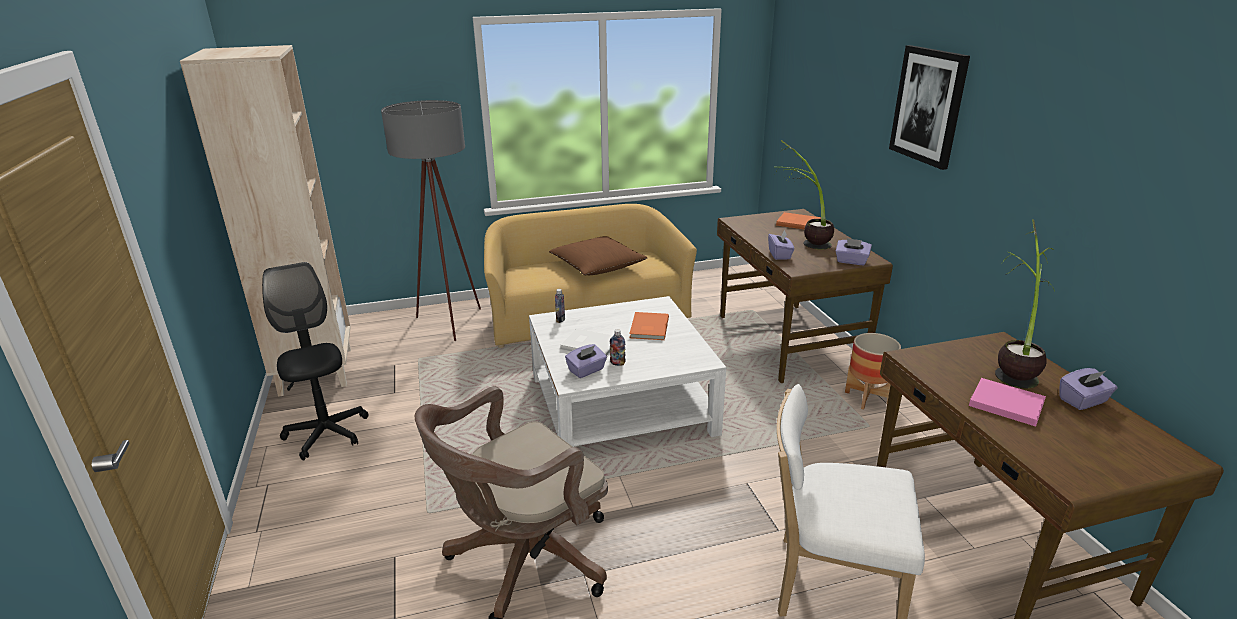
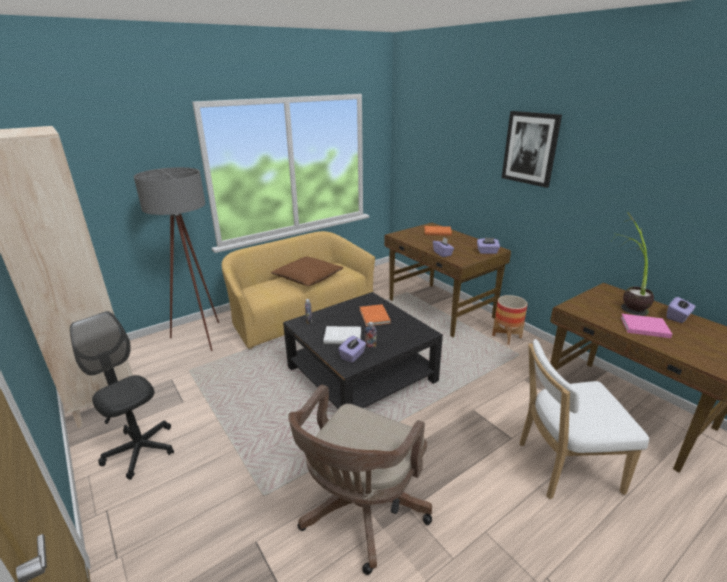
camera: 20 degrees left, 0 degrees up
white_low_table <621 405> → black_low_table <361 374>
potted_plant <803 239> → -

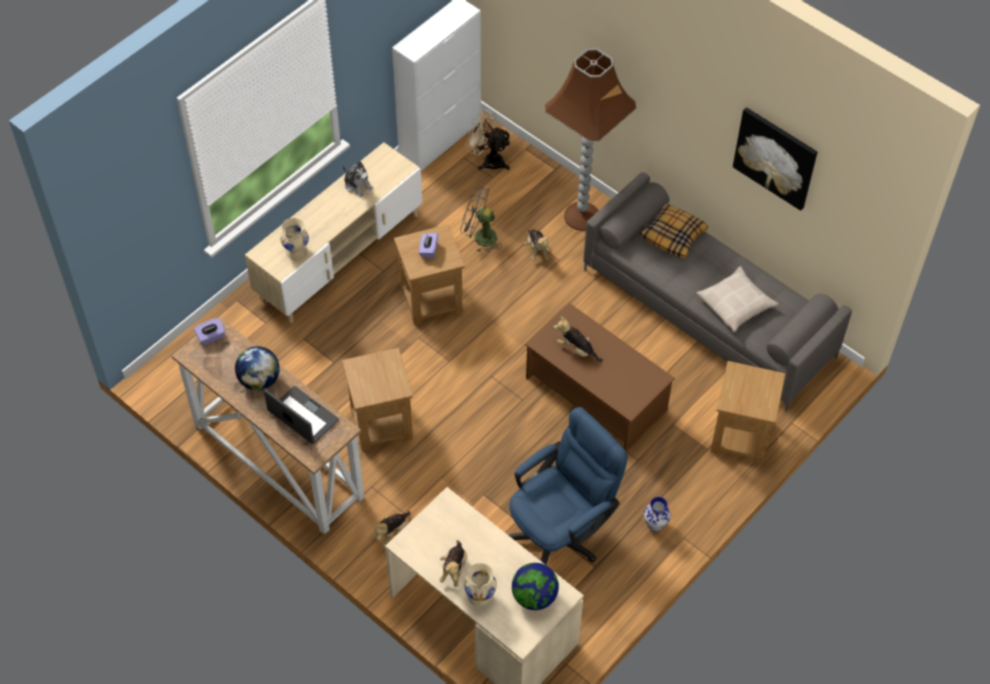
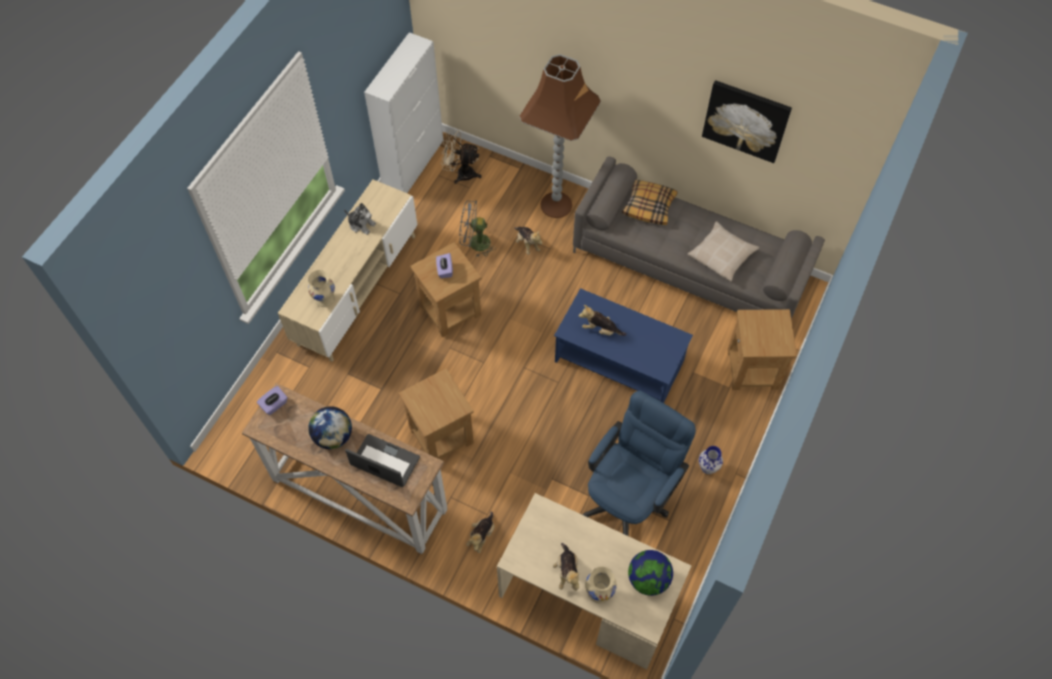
camera: 15 degrees left, 5 degrees up
brown_low_table <597 394> → blue-coloured_low_table <620 361>

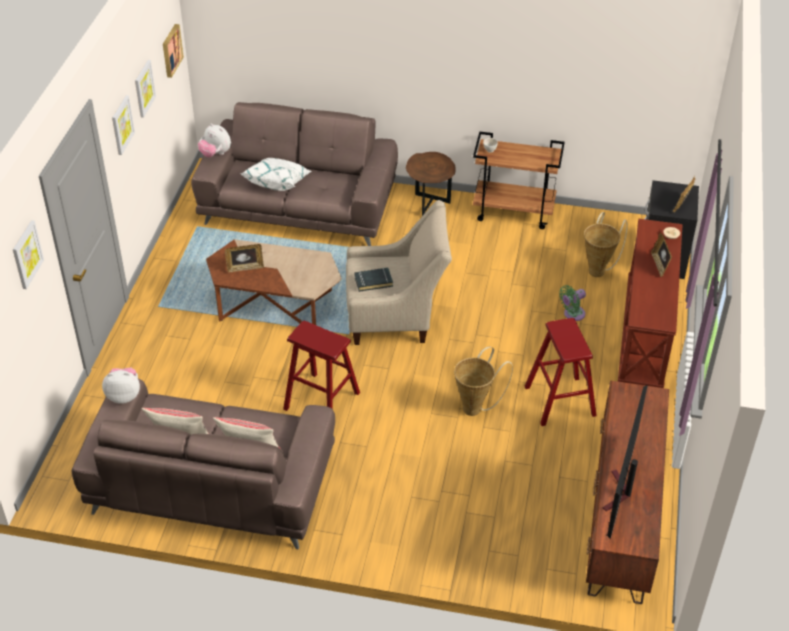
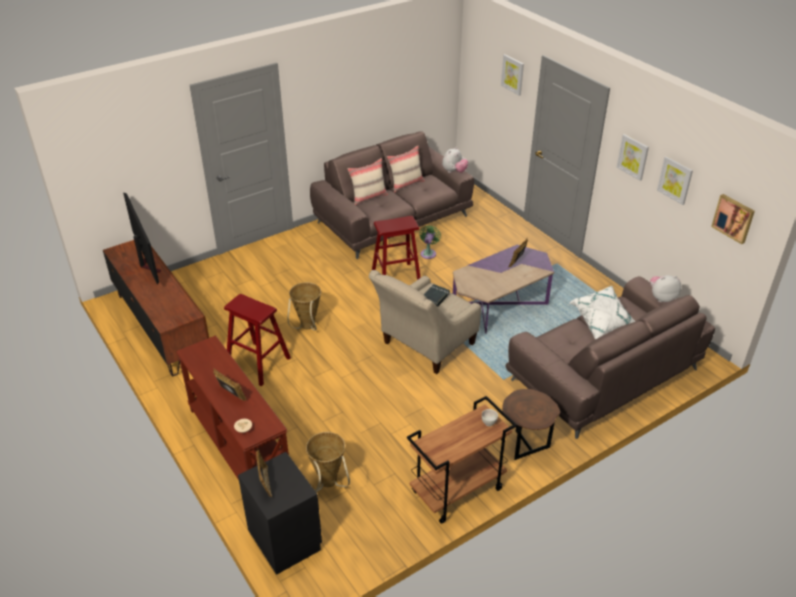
camera: 135 degrees right, 5 degrees down
greenish_cooling_fan <572 314> → greenish_cooling_fan <428 253>, move
brown_low_table <276 305> → purplish_low_table <500 305>

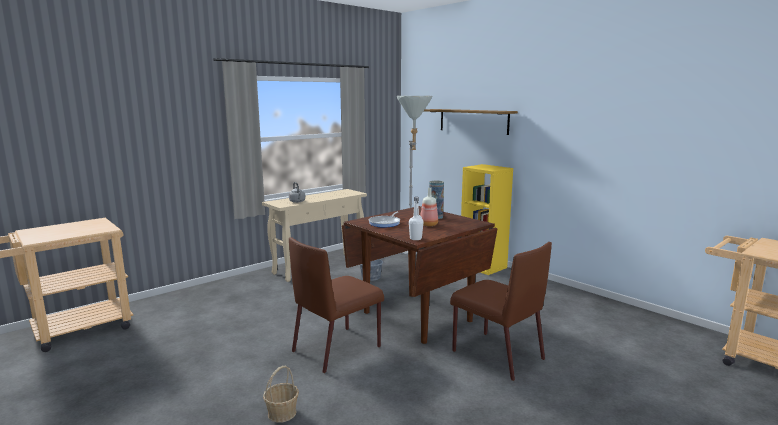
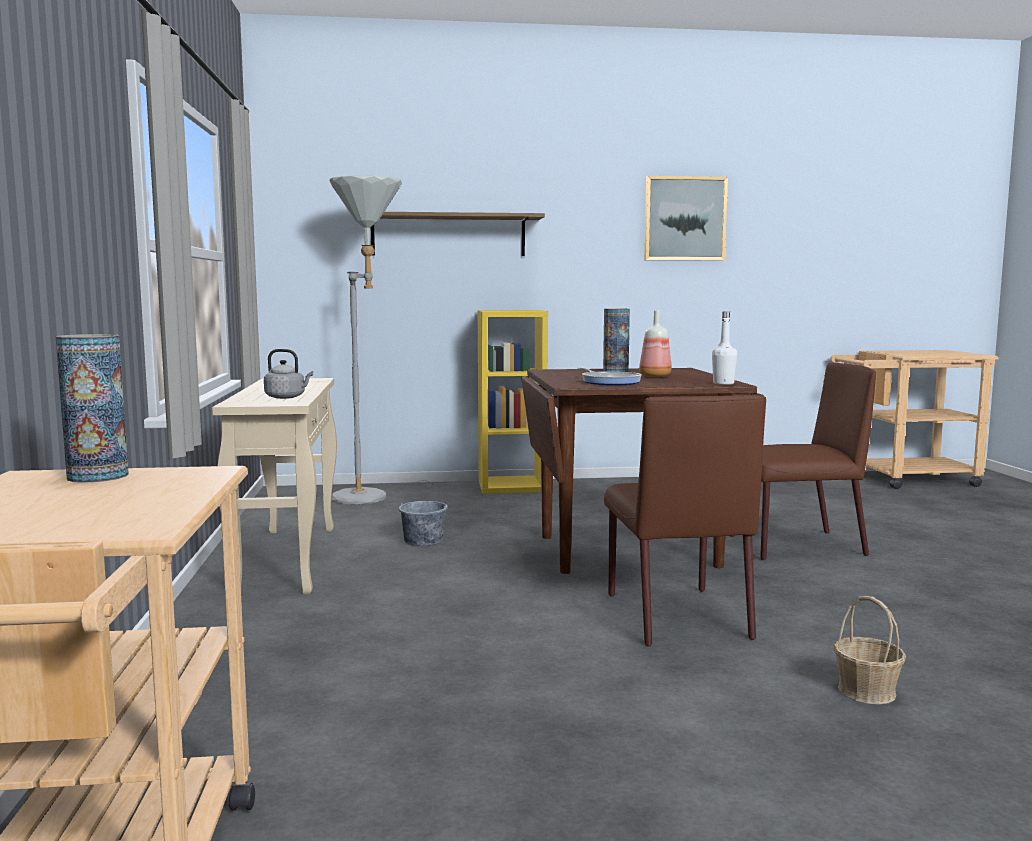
camera: 55 degrees left, 5 degrees down
- → decorative_vase <98 476>
- → wall_art <684 218>

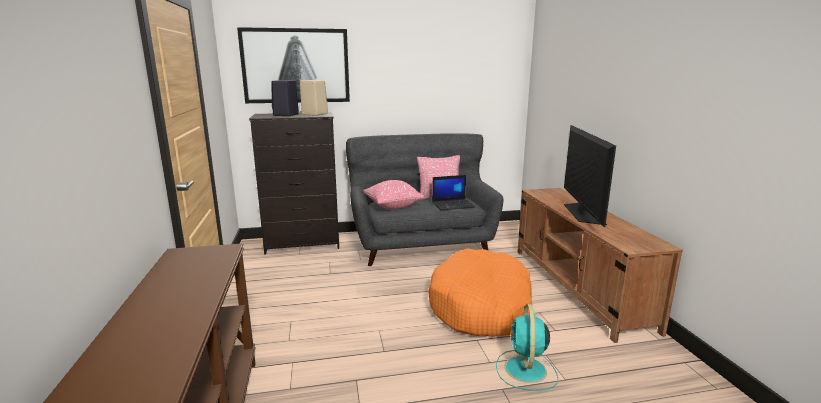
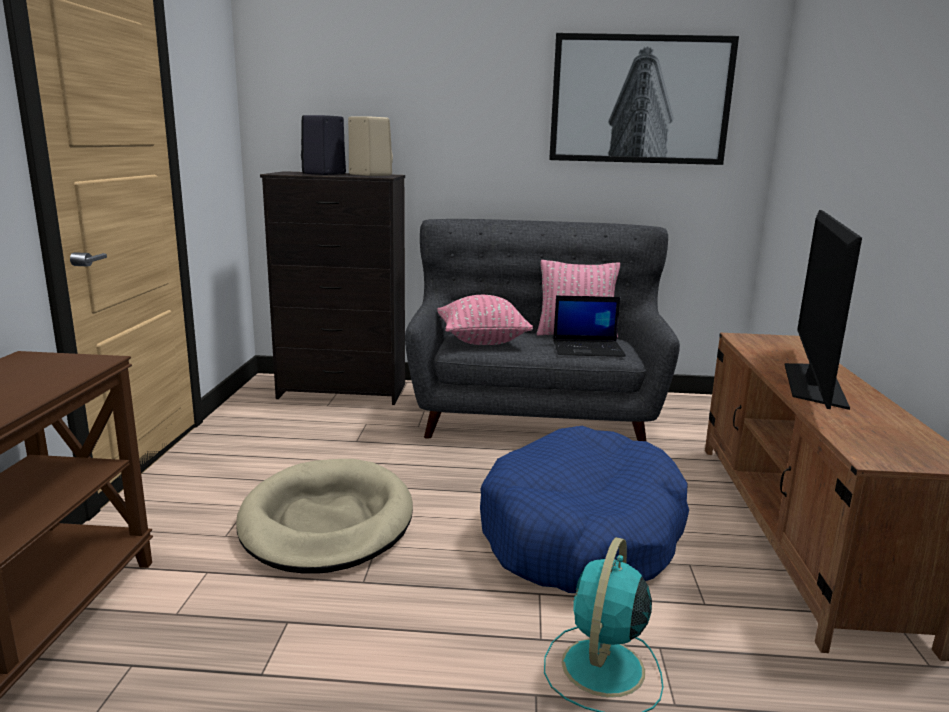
camera: 15 degrees right, 0 degrees up
- → sand-coloured_pet_bed <327 522>
orangey_pet_bed <481 306> → blue-coloured_pet_bed <582 535>
wall_art <296 66> → wall_art <640 100>, move

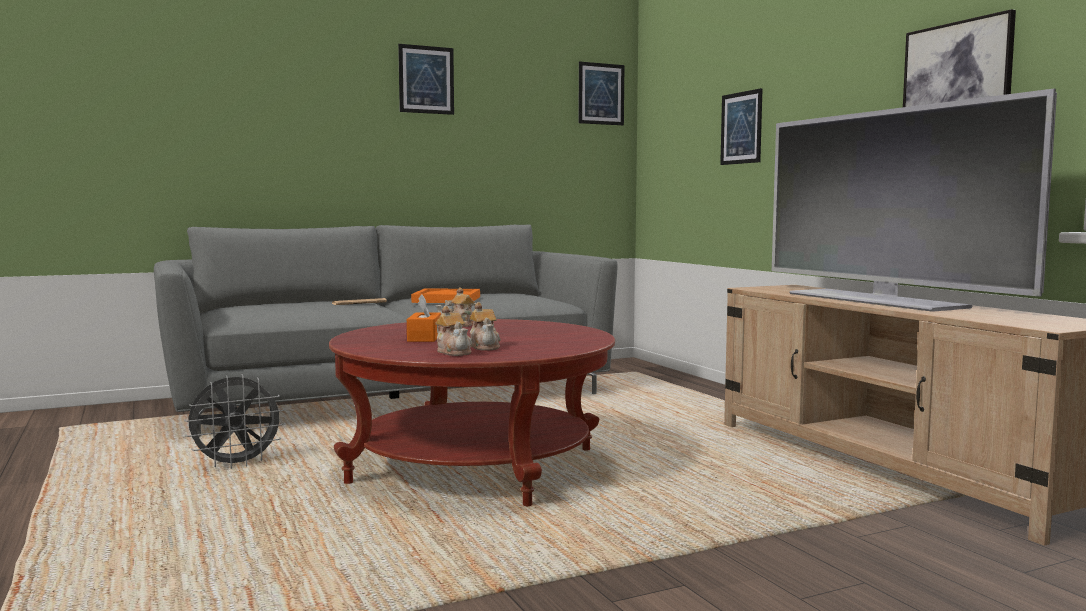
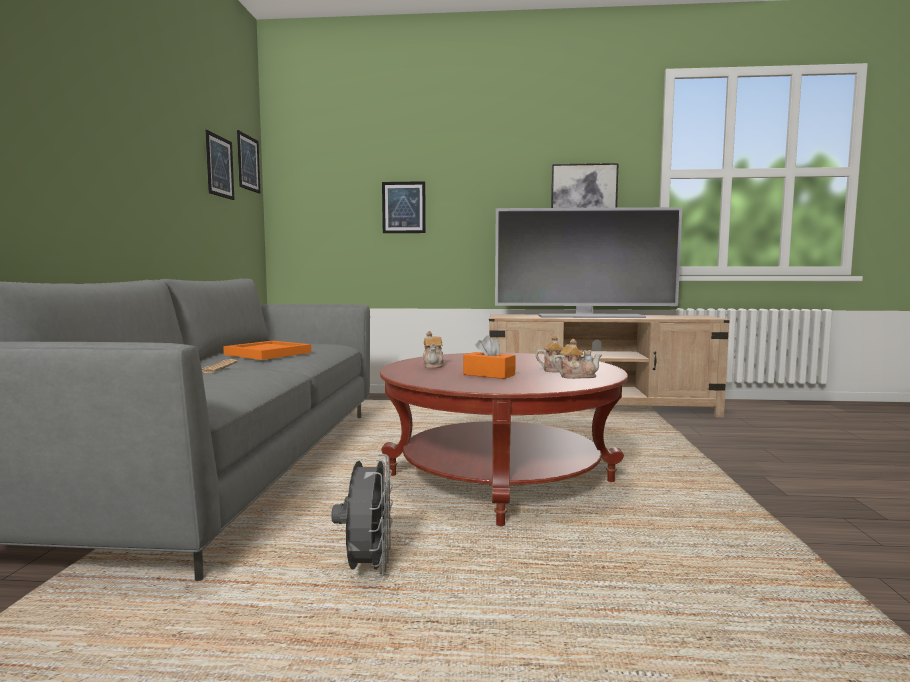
camera: 60 degrees left, 0 degrees up
wall_art <426 79> → wall_art <219 166>, move

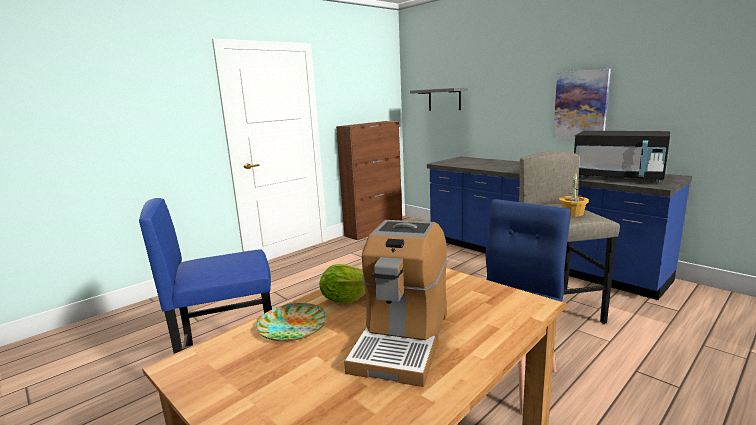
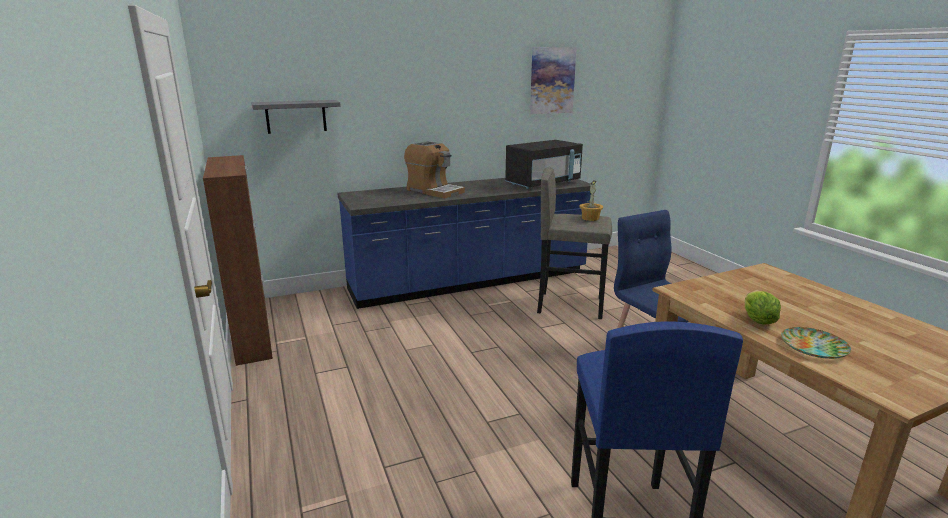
camera: 70 degrees left, 5 degrees up
coffee_brewer <402 339> → coffee_brewer <434 191>, move
wall_art <581 104> → wall_art <552 80>, move

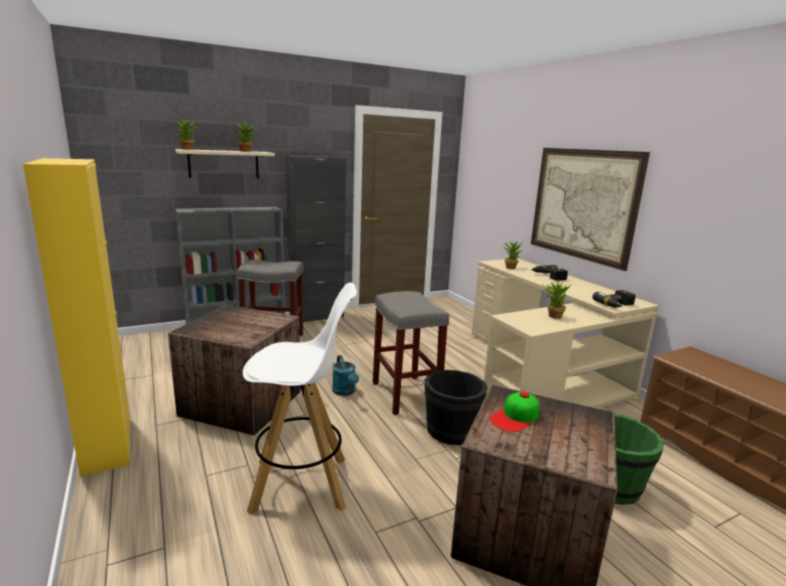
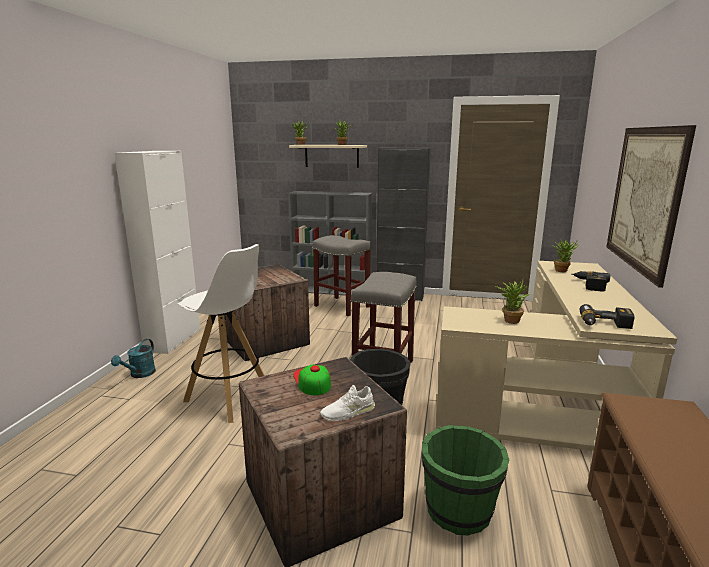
camera: 40 degrees right, 0 degrees up
turquoise_watering_pot <345 392> → turquoise_watering_pot <139 374>, move
yellowish_cupboard <107 444> → white_cupboard <173 340>
cap <515 417> → cap <312 380>, 75 degrees clockwise
- → white_shoe <348 412>

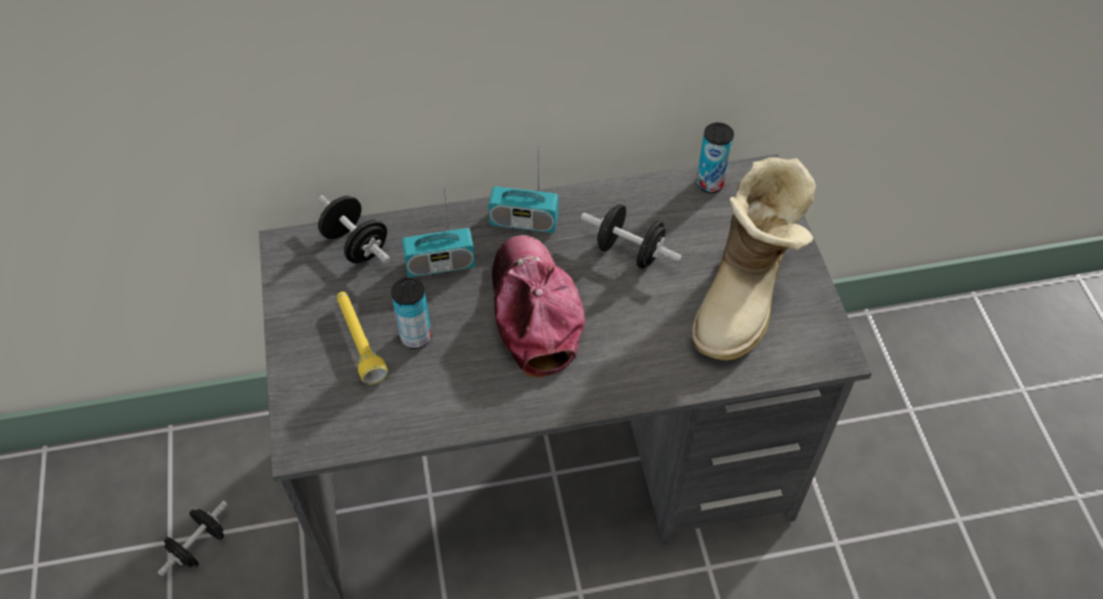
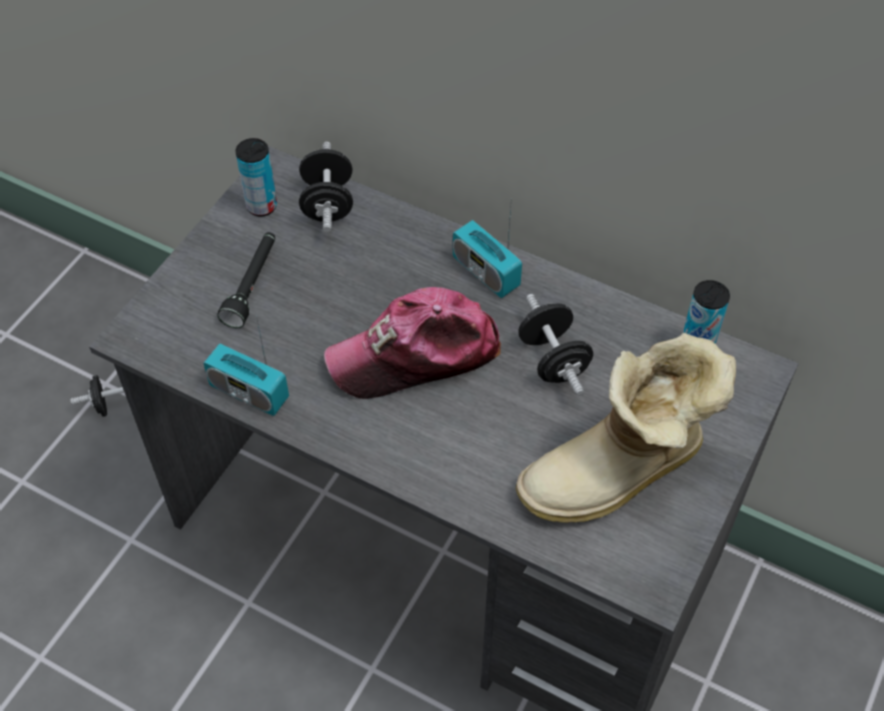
camera: 40 degrees right, 0 degrees up
radio_receiver <440 264> → radio_receiver <249 392>, move
yellowish_flashlight <359 342> → black_flashlight <252 285>
sealed_can <416 337> → sealed_can <261 206>, move
cap <534 311> → cap <415 355>, 135 degrees counterclockwise

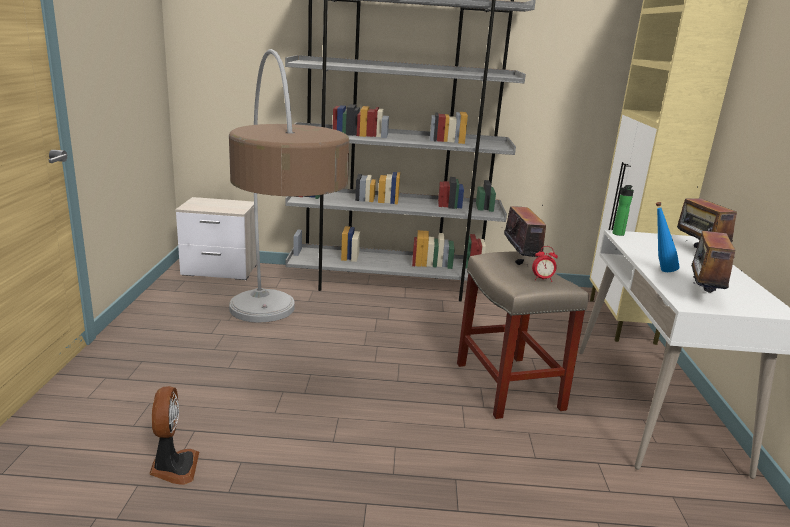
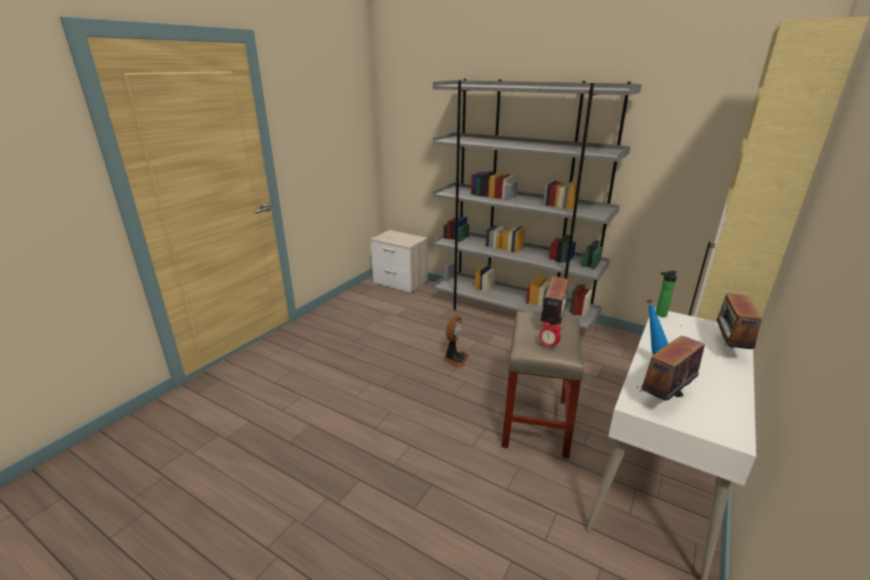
camera: 30 degrees right, 5 degrees up
cooling_fan <173 467> → cooling_fan <454 358>, move
standard_lamp <276 351> → -

